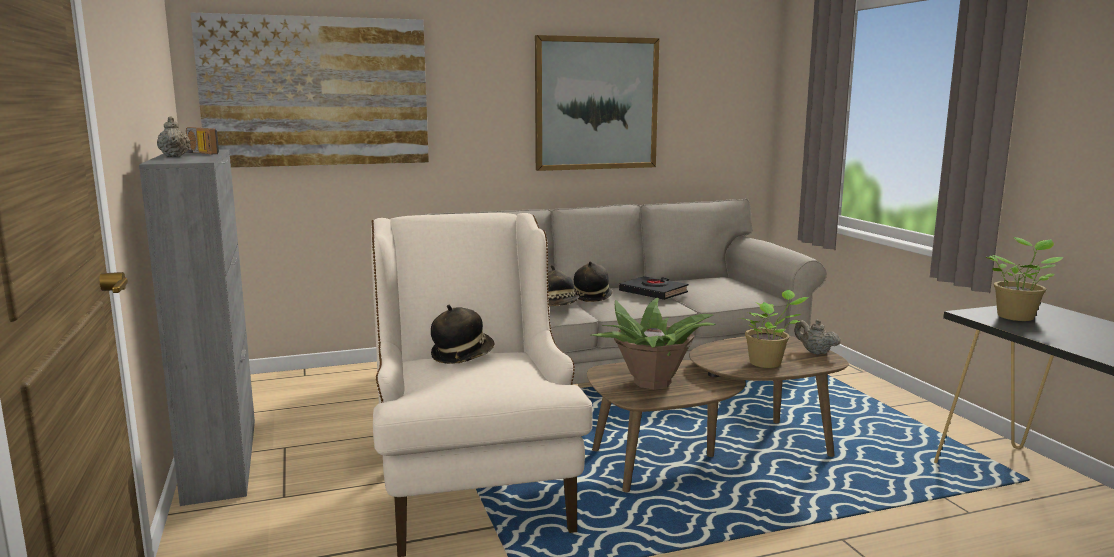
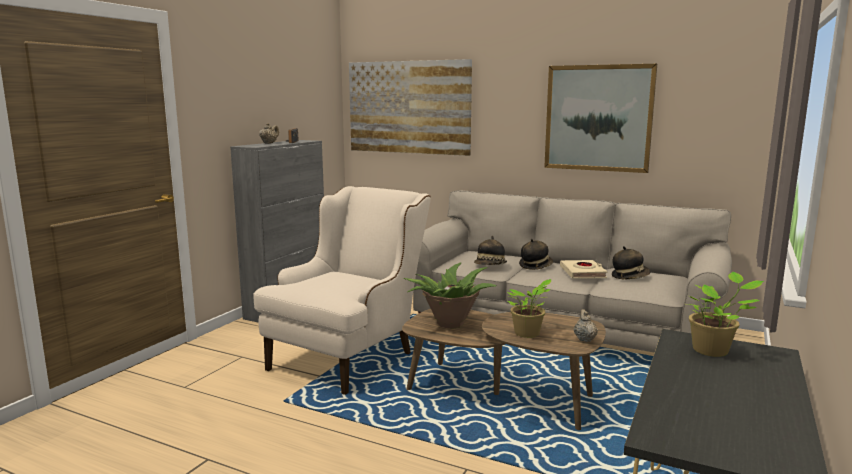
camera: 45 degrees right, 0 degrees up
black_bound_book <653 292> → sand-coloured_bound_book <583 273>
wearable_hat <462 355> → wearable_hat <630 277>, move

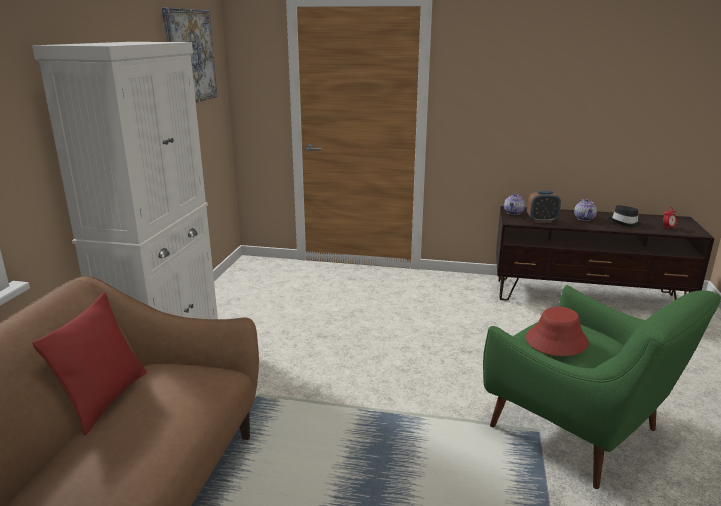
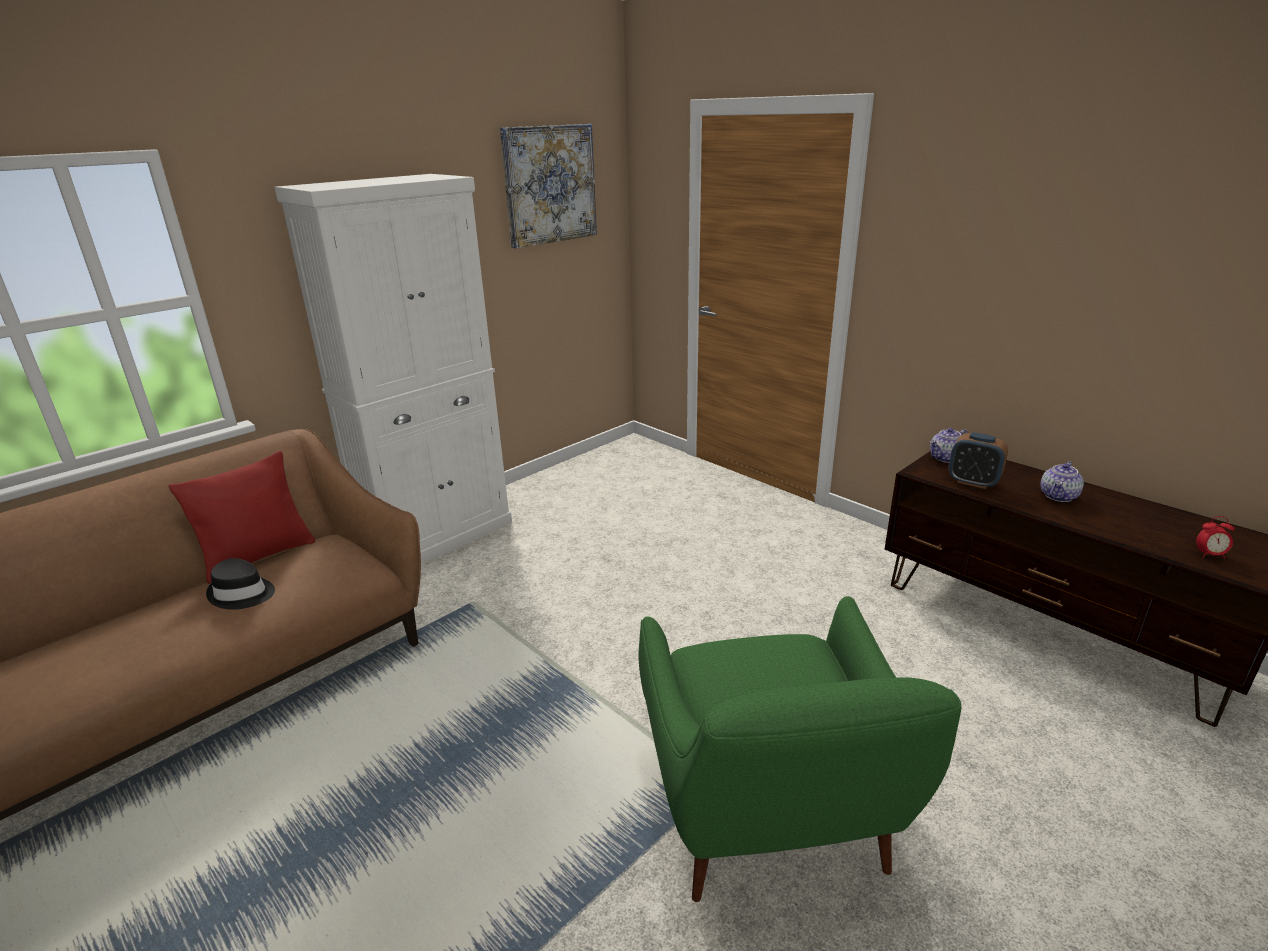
camera: 35 degrees right, 5 degrees up
black_wearable_hat <625 223> → black_wearable_hat <242 594>, move
red-coloured_wearable_hat <556 340> → -

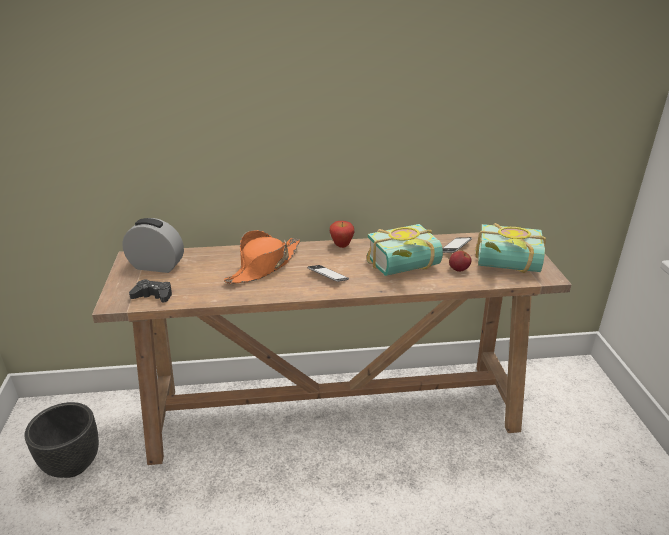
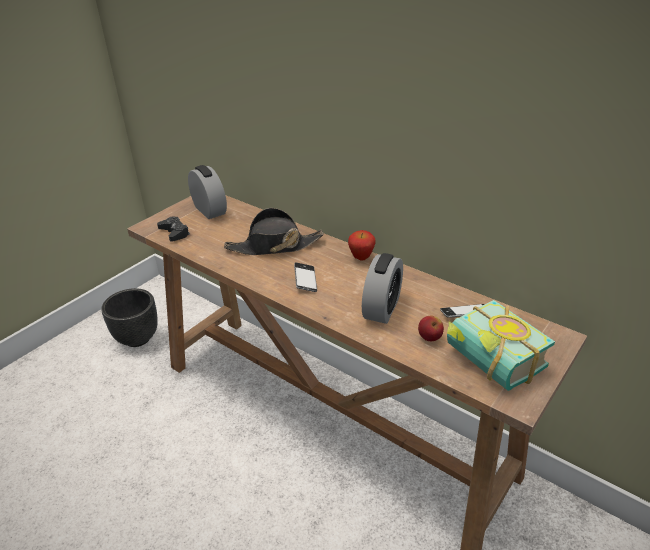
camera: 45 degrees right, 5 degrees up
orangey_wearable_hat <264 266> → black_wearable_hat <274 246>
bound_book <406 268> → bedside_clock <382 308>

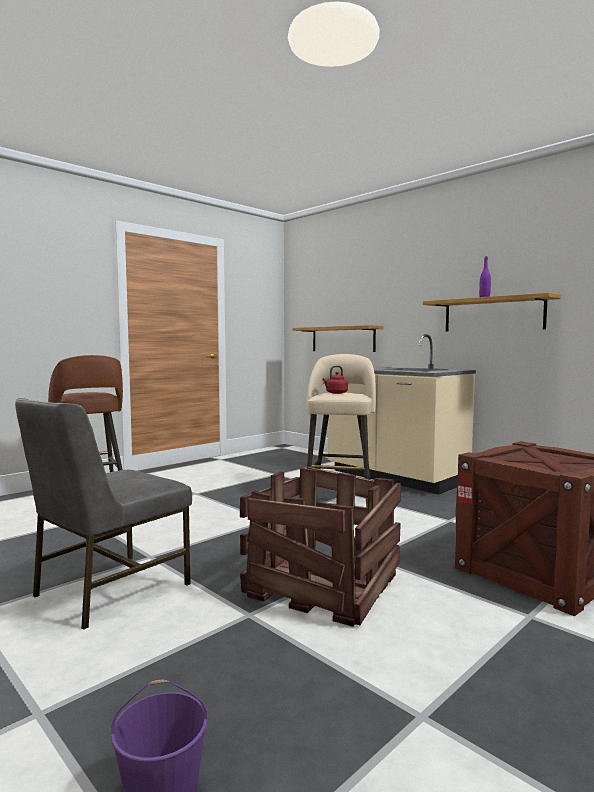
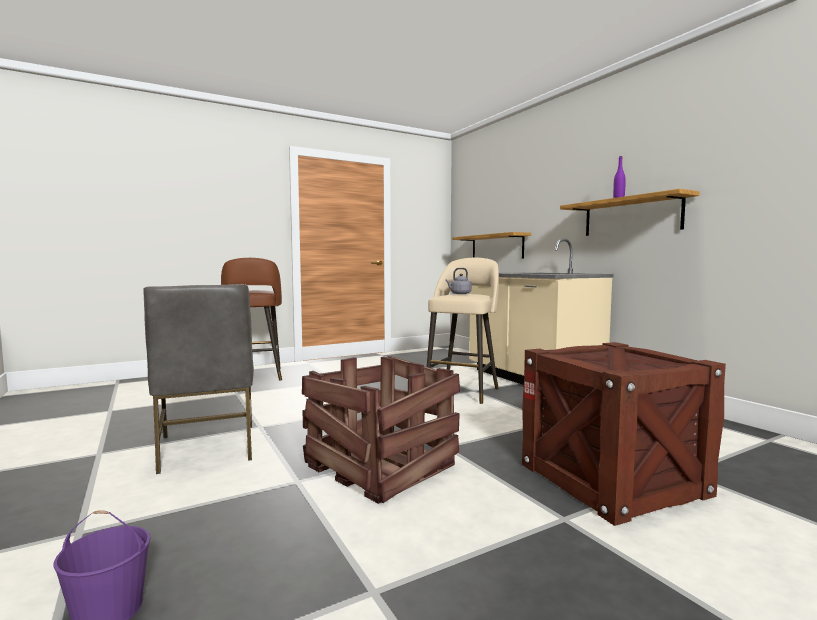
camera: 15 degrees right, 0 degrees up
greyish_plain_chair <109 590> → greyish_plain_chair <206 448>, 75 degrees counterclockwise
red-coloured_water_kettle <335 393> → greyish_water_kettle <459 294>

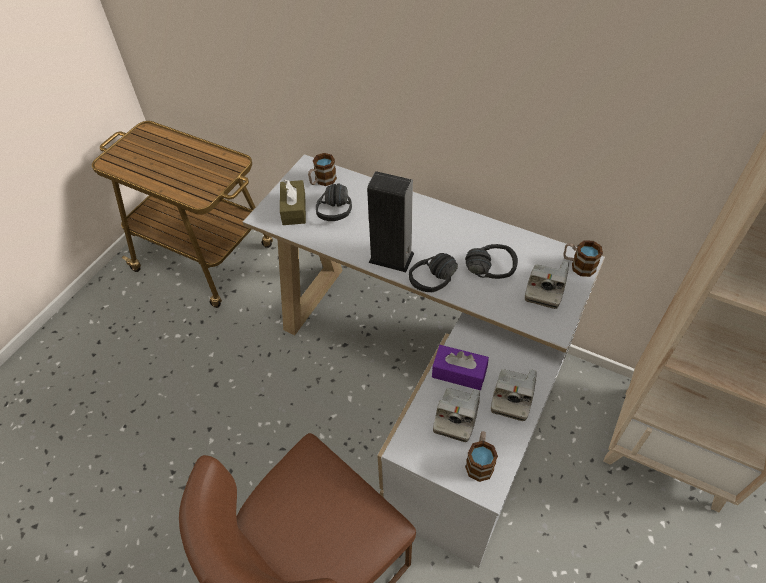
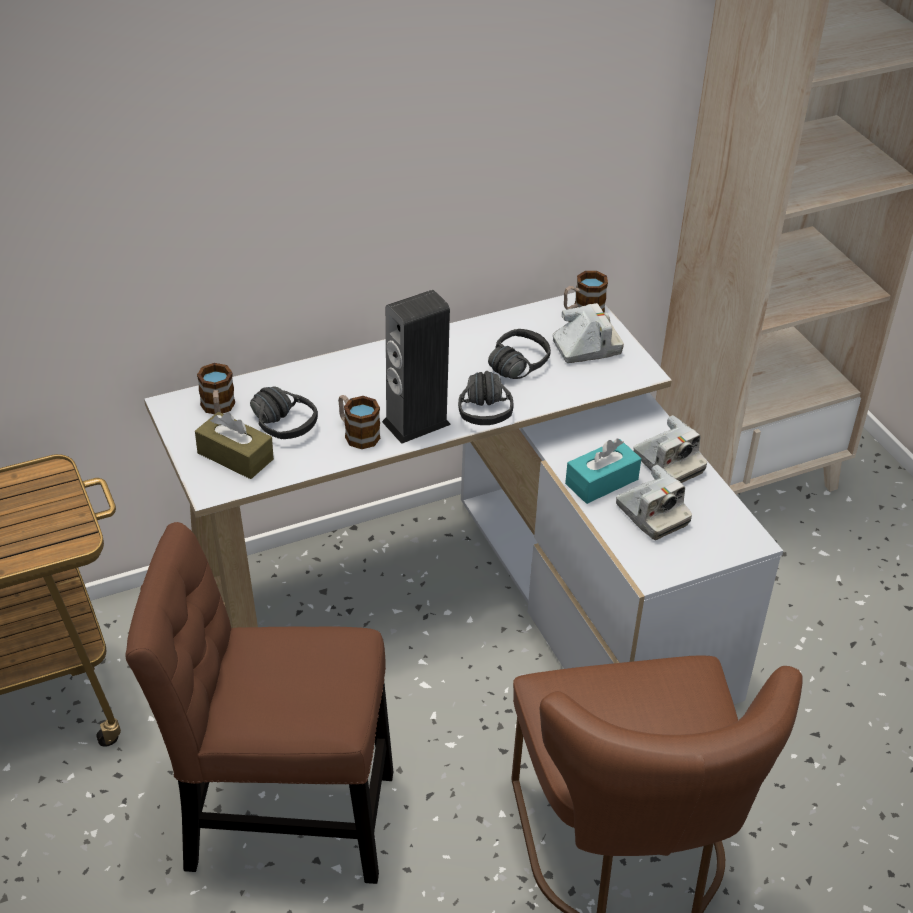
camera: 55 degrees left, 10 degrees down
- → brown_plain_chair <278 816>
tea_mug <479 461> → tea_mug <357 433>, move
still_camera <545 289> → still_camera <586 348>, 75 degrees counterclockwise
purplish_tissue_box <459 373> → turquoise_tissue_box <601 481>

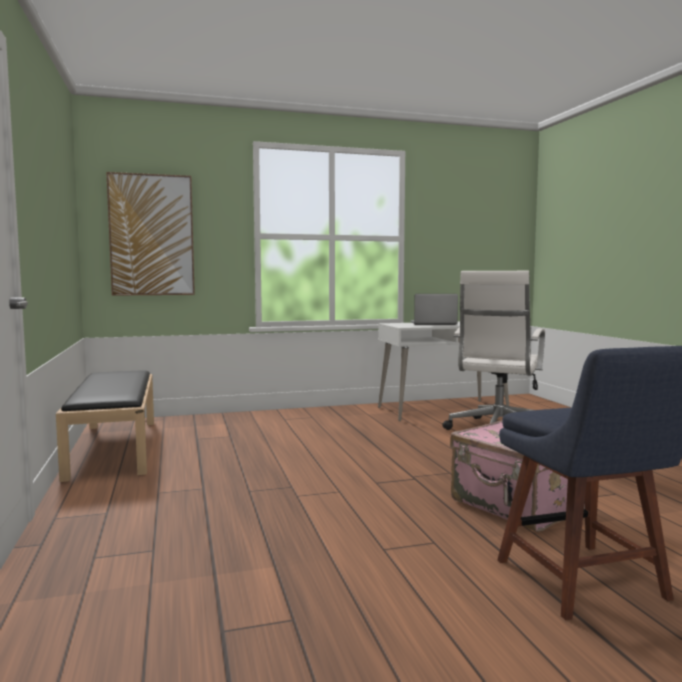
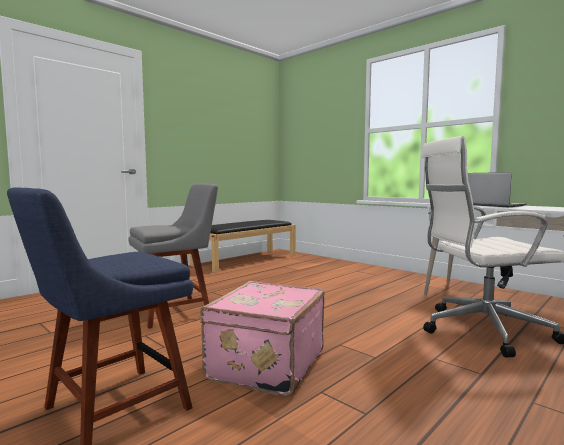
camera: 60 degrees right, 0 degrees up
- → greyish_plain_chair <176 311>
wall_art <152 235> → -

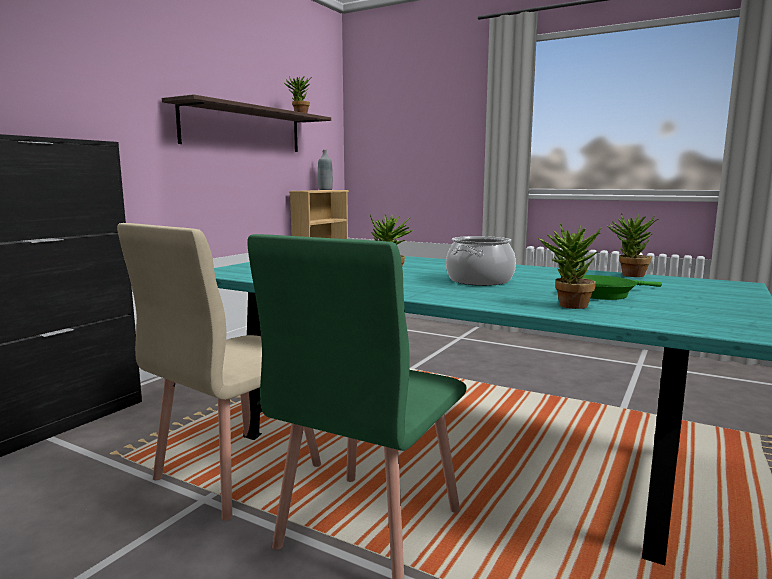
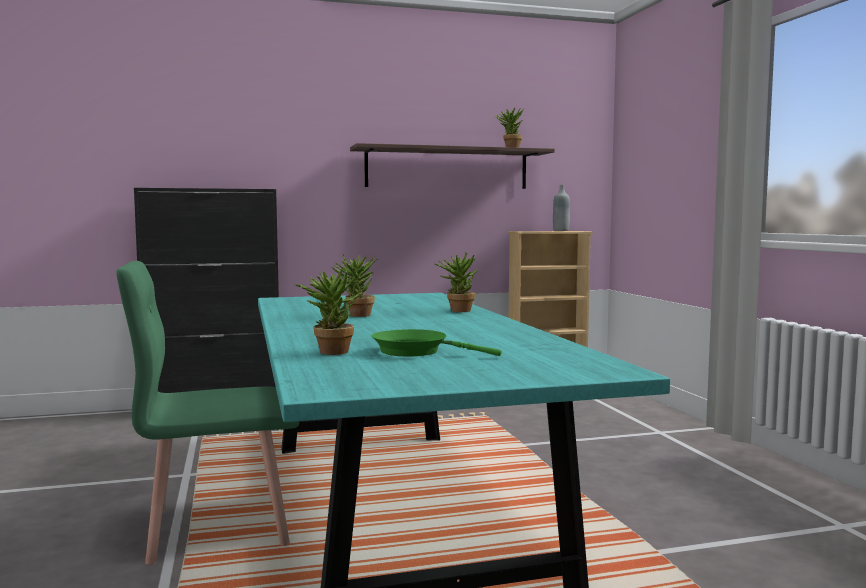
camera: 45 degrees right, 5 degrees down
potted_plant <628 275> → potted_plant <457 310>, move
sand-coloured_plain_chair <236 472> → -
stockpot <480 281> → -

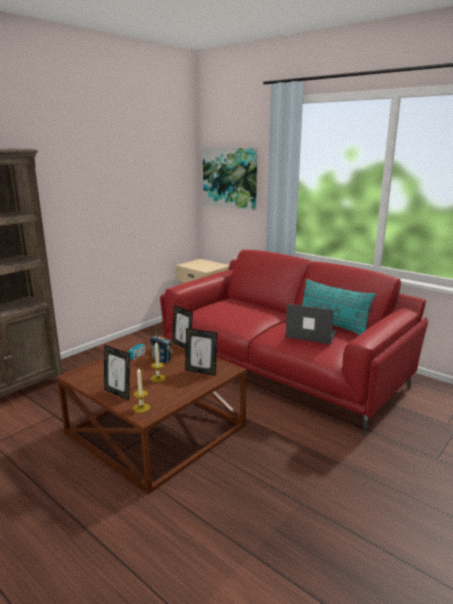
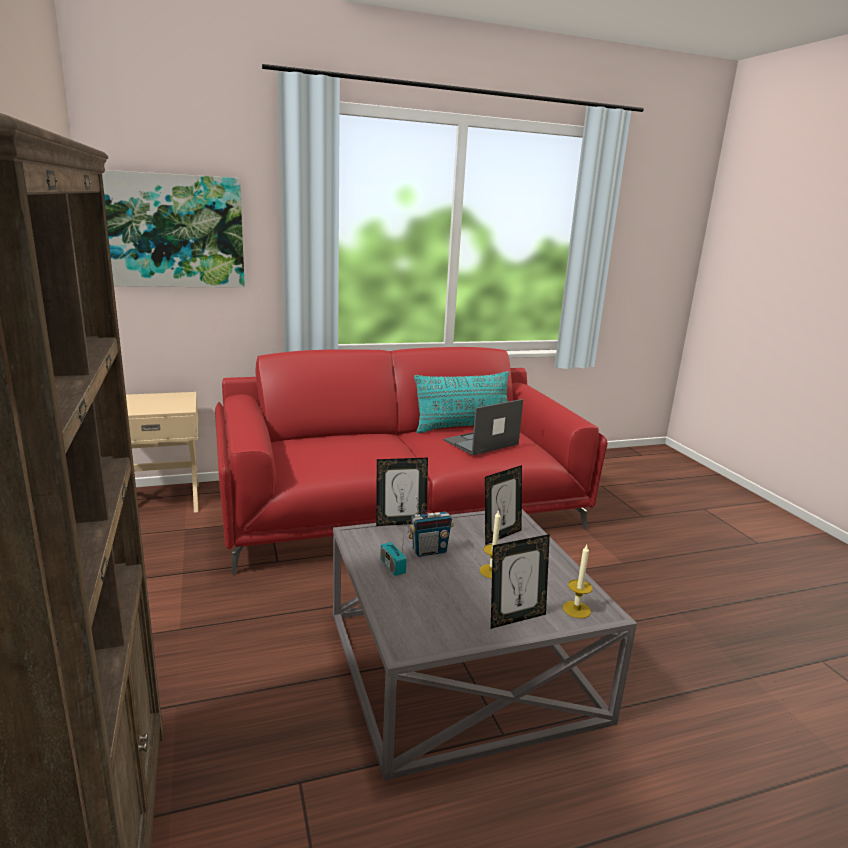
camera: 60 degrees left, 0 degrees up
brown_low_table <157 428> → greyish_low_table <460 663>

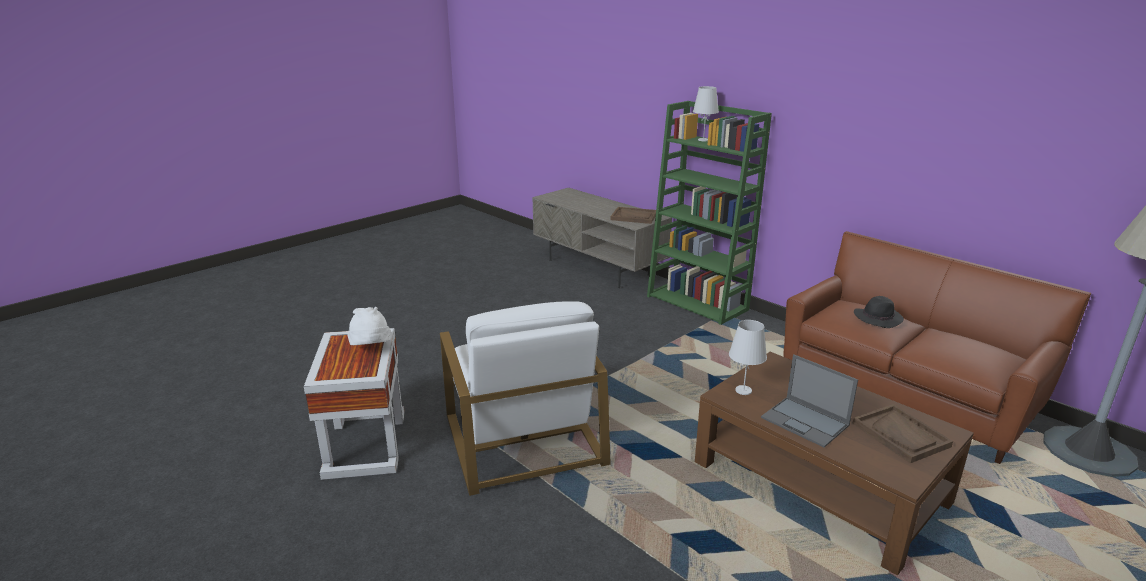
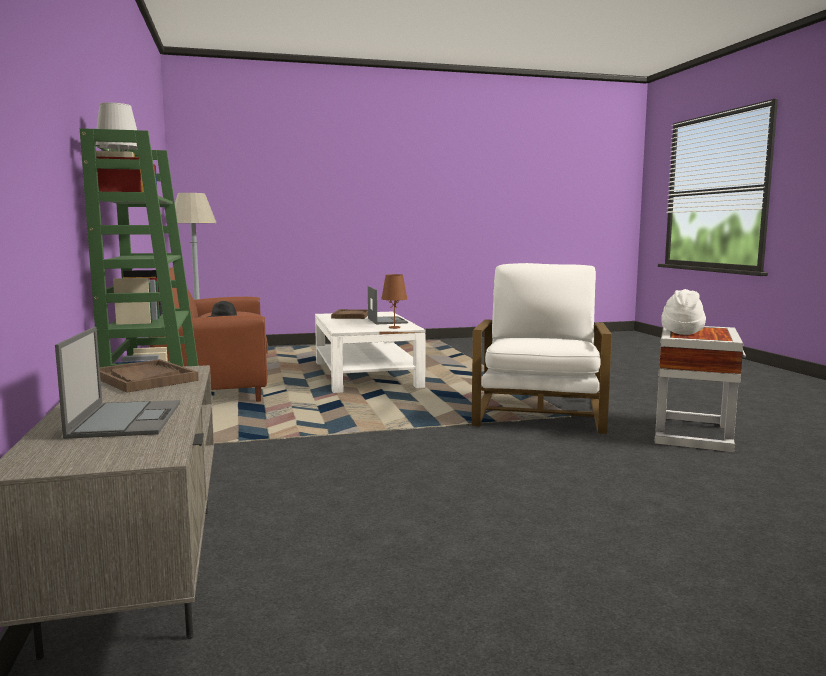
camera: 150 degrees left, 15 degrees down
- → portable_computer <126 419>
brown_low_table <819 483> → white_low_table <366 374>
white_lamp_for_a_table <743 390> → brown_lamp_for_a_table <394 327>

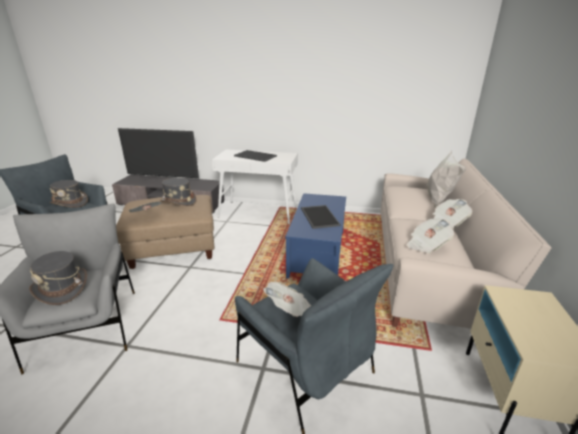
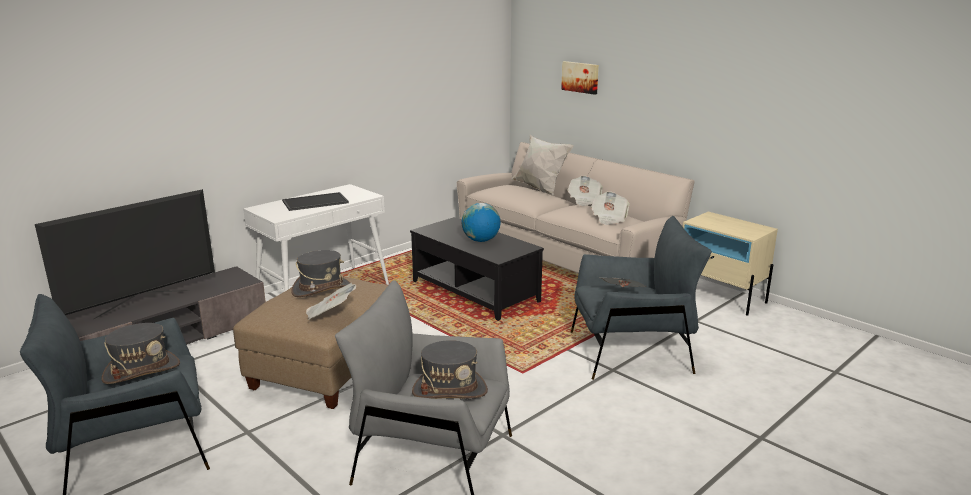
camera: 55 degrees left, 5 degrees down
blue-coloured_low_table <318 253> → black_low_table <476 291>
carrying_tray <318 216> → world_globe <480 240>
- → wall_art <580 77>

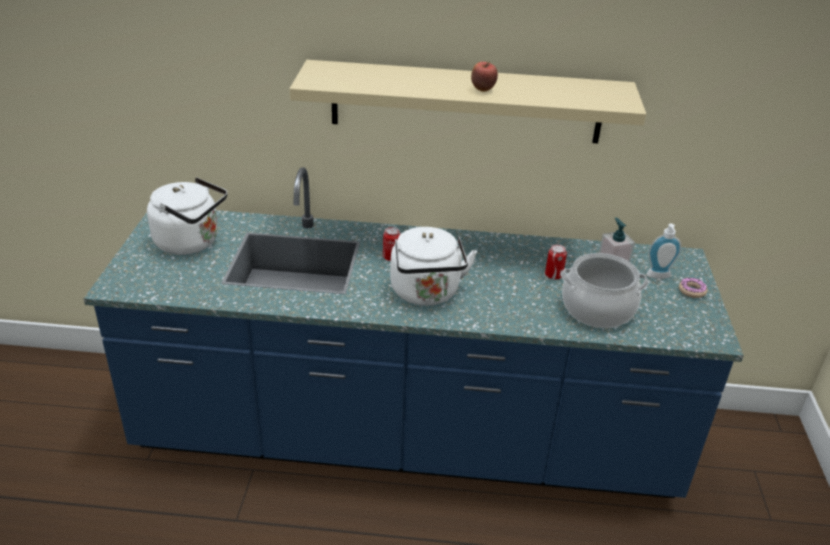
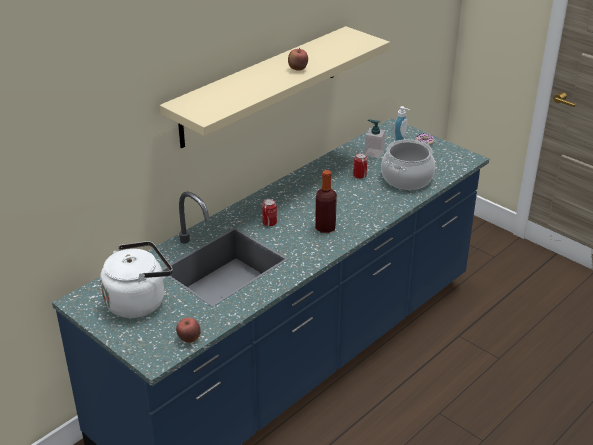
camera: 50 degrees left, 0 degrees up
- → apple <189 339>
white_water_kettle <426 294> → bottle <325 228>

